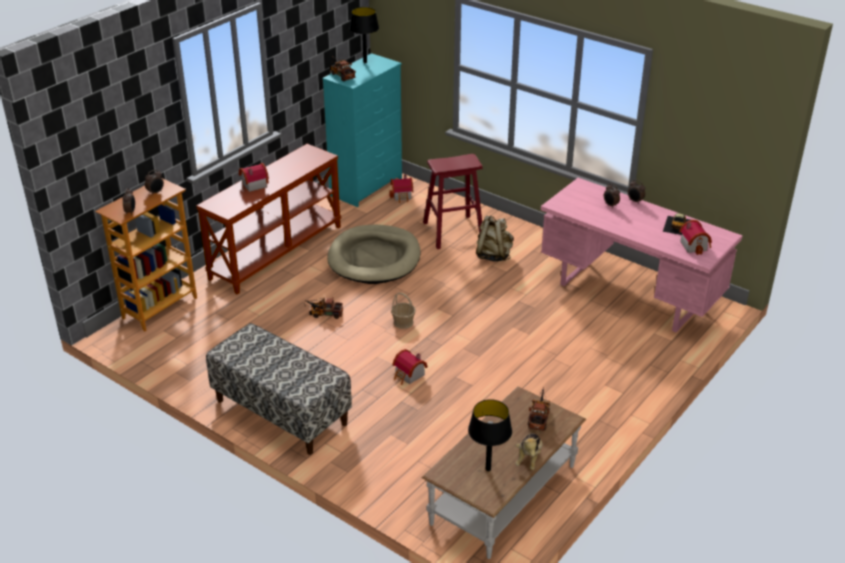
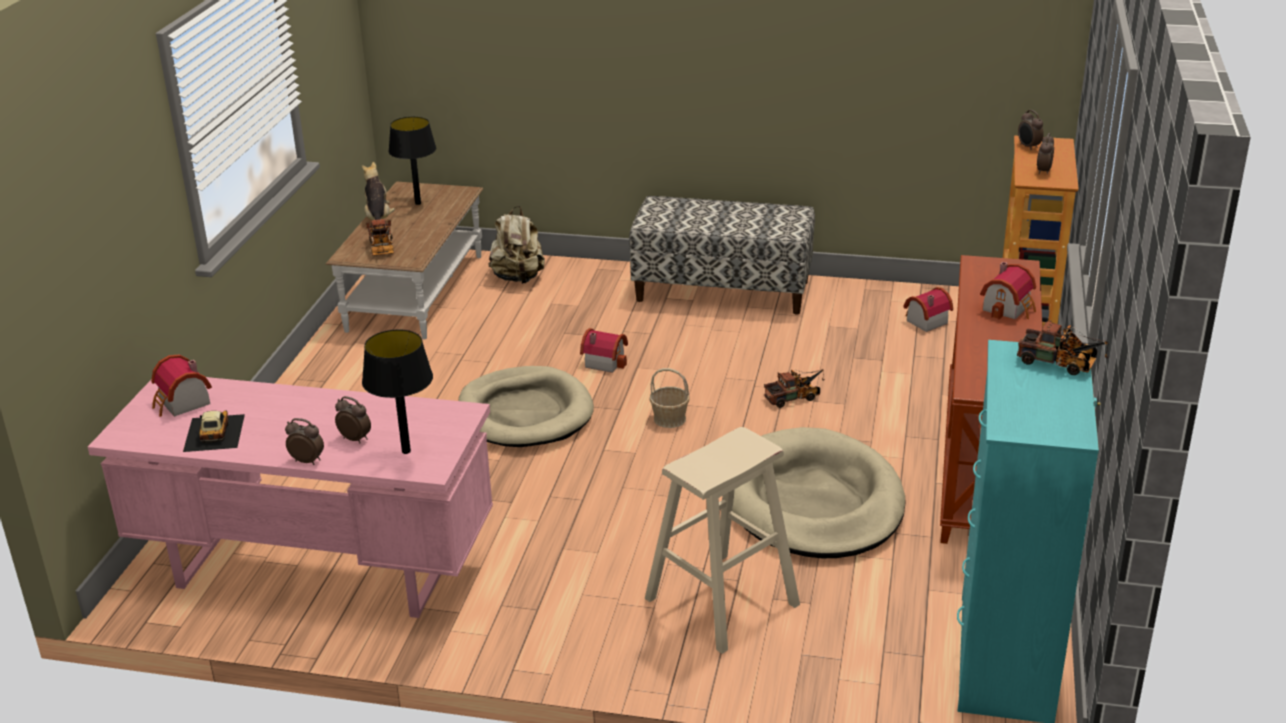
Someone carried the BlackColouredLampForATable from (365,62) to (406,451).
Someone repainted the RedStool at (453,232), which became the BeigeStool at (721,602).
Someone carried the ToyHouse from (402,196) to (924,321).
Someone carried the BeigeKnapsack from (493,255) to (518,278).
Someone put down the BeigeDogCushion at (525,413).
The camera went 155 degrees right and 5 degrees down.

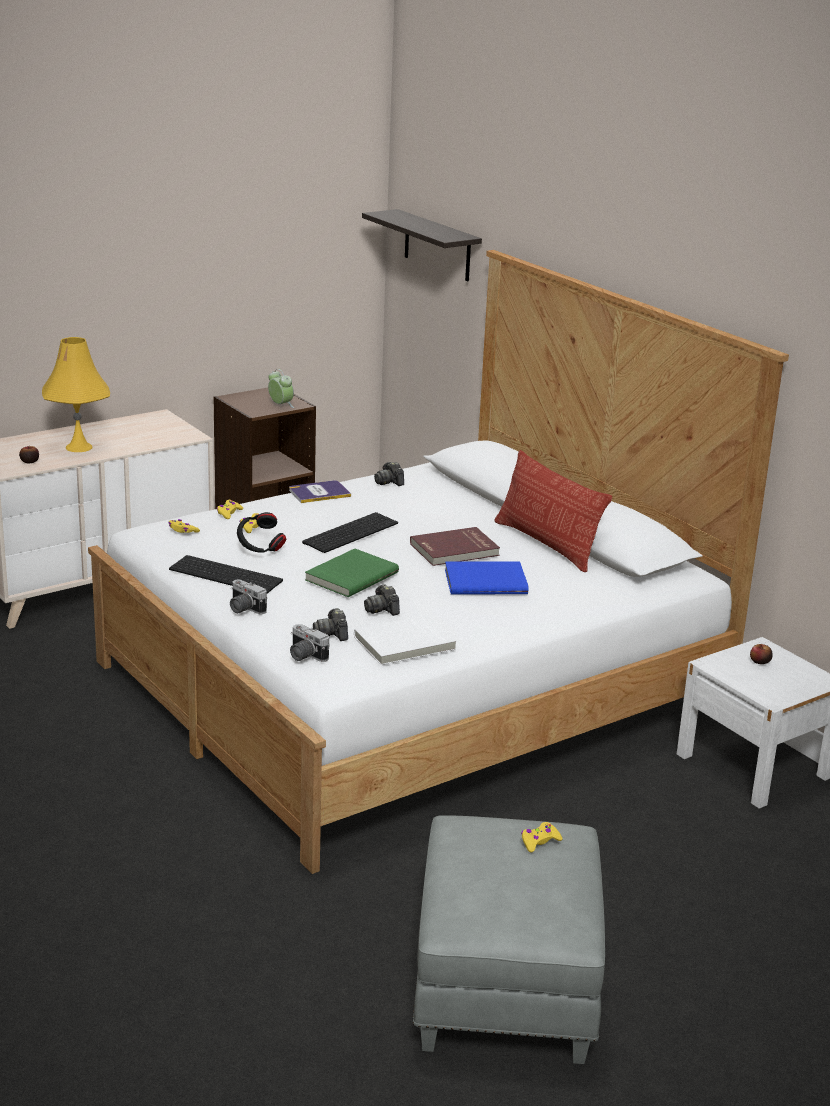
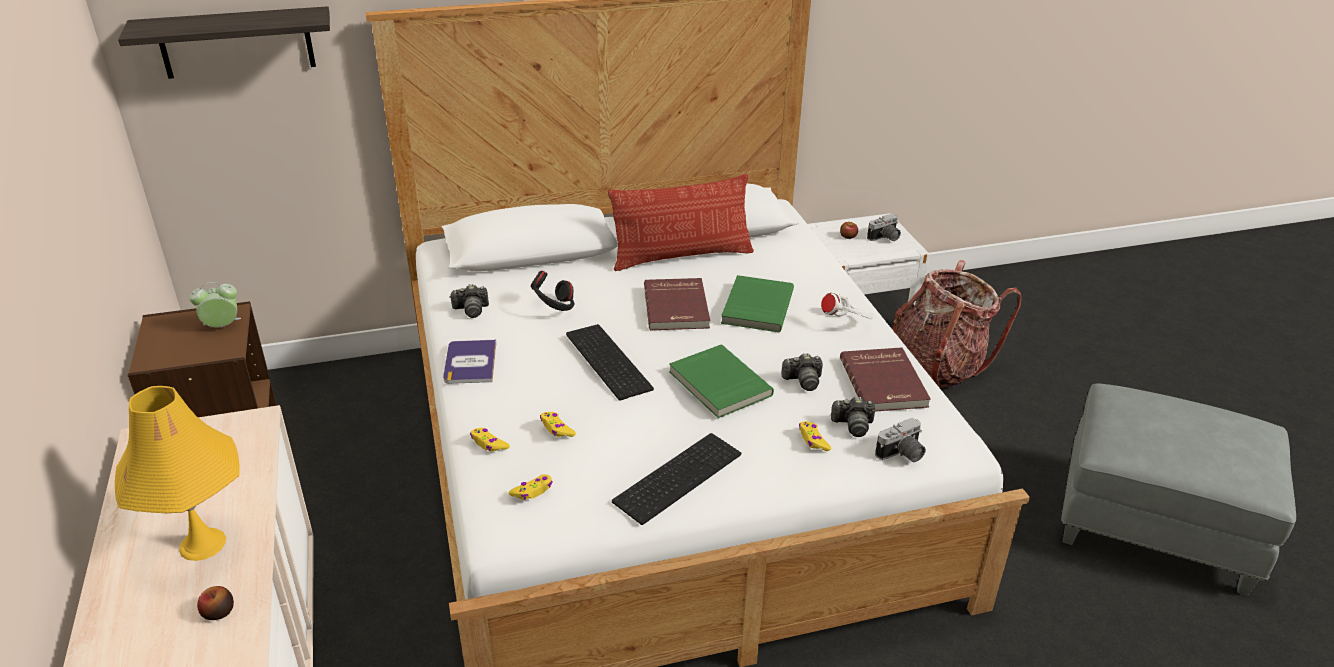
Someone carried the BlackColouredHeadphones from (260,549) to (554,308).
Someone repainted the BlueColouredVolume at (485,581), which became the GreenColouredVolume at (756,306).
Someone carried the PhotoCamera from (243,609) to (885,238).
Someone repainted the WhiteColouredVolume at (405,644), which became the RedVolume at (885,382).
Someone carried the YellowColouredJoypad from (539,841) to (813,440).
Someone put down the Knapsack at (938,364).
Someone put down the WhiteColouredHeadphones at (846,323).
The camera went 70 degrees left and 10 degrees up.

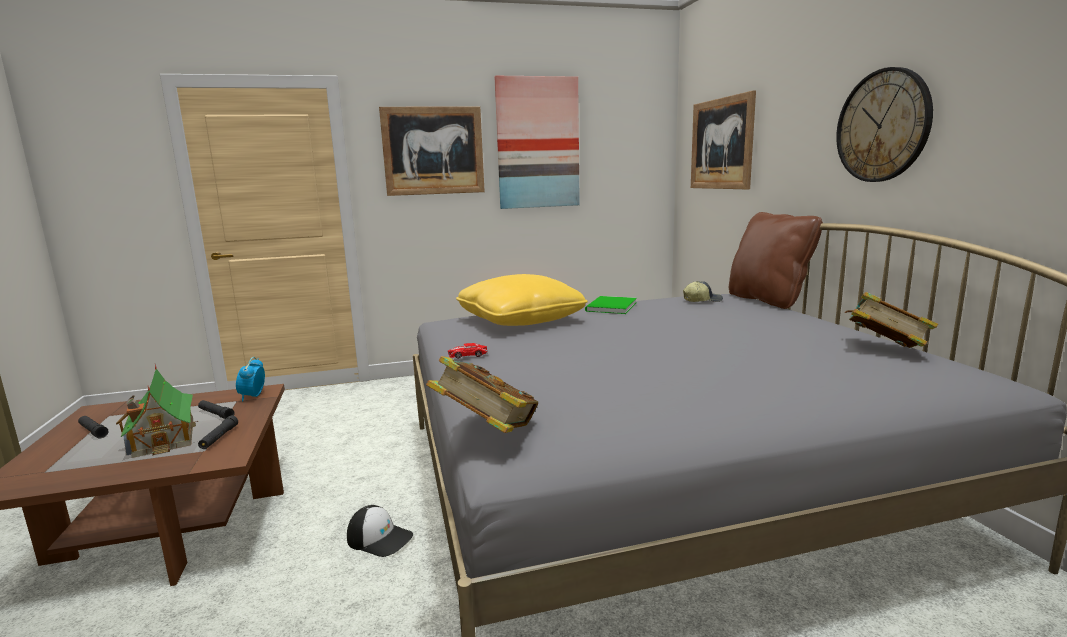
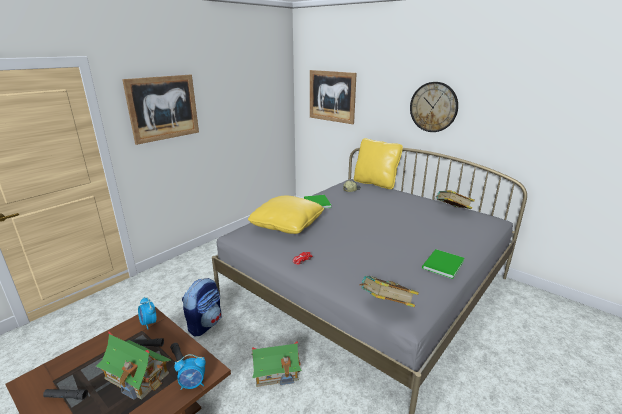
Someone took away the WallArt at (537,143).
Someone repainted the BrownColouredThrowPillow at (768,300), which became the YellowColouredThrowPillow at (375,183).
Someone swapped the BaseballCap at (380,538) for the ToyHouse at (276,372).
Someone put down the GreenColouredVolume at (441,265).
Someone put down the Knapsack at (205,324).
Someone put down the BedsideClock at (193,384).
The camera went 35 degrees left and 10 degrees up.

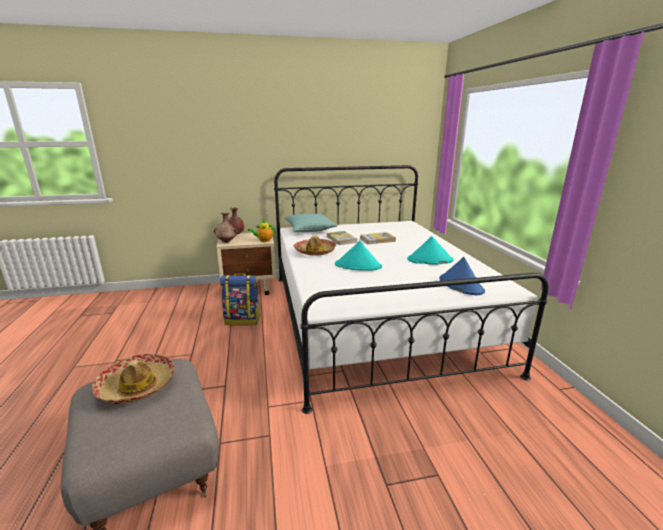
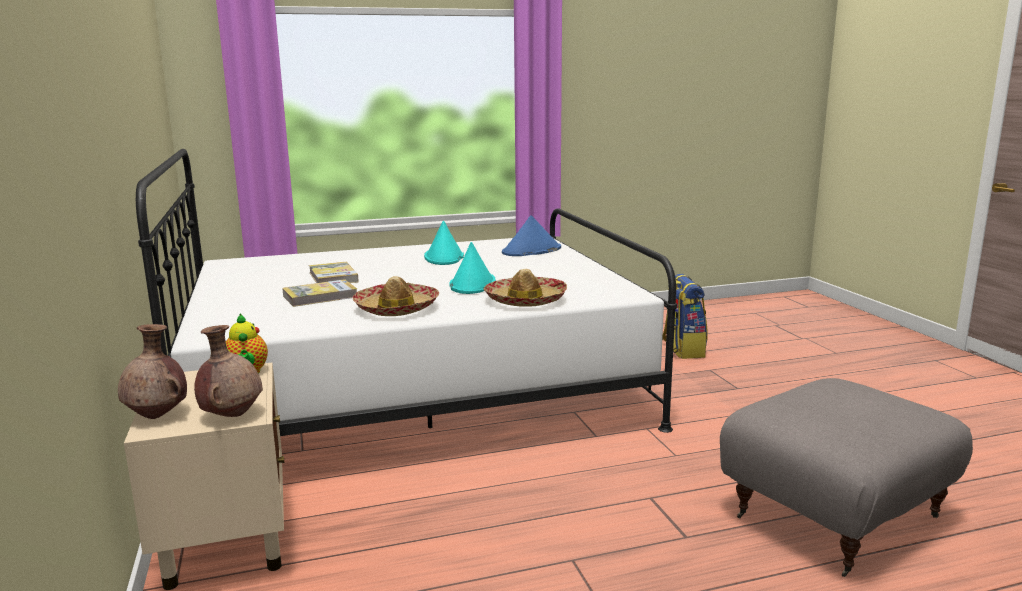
Someone took away the TurquoiseThrowPillow at (310,230).
Someone carried the Knapsack from (243,320) to (682,350).
Someone carried the ClothingHat from (137,386) to (525,300).
The camera went 95 degrees left and 5 degrees down.

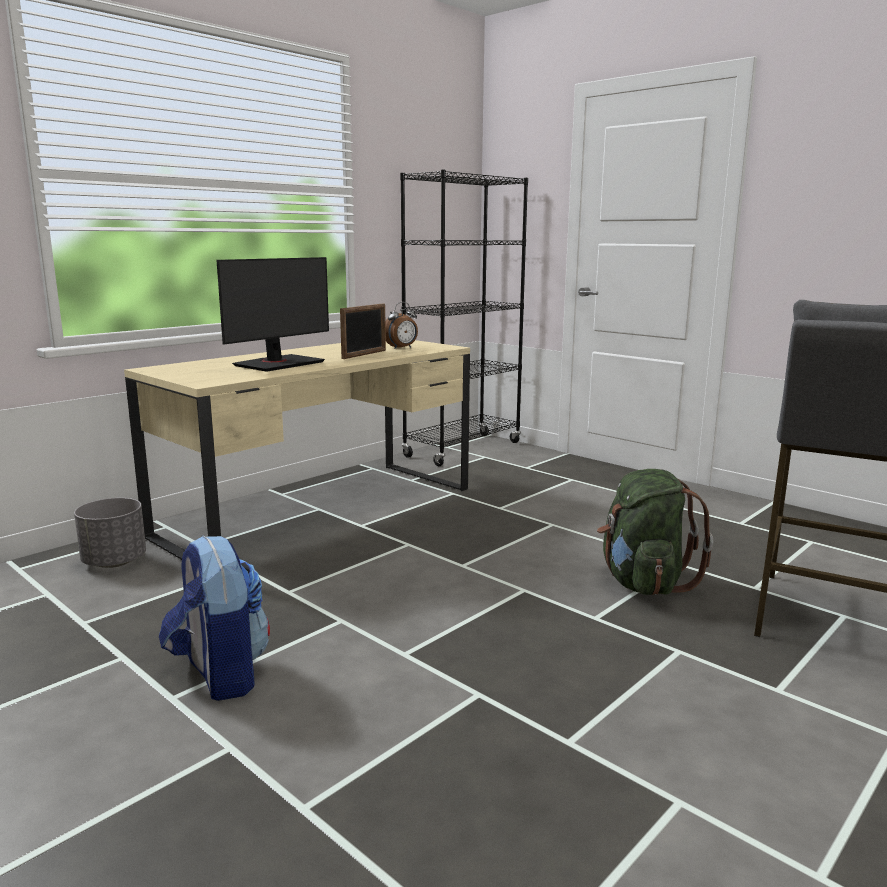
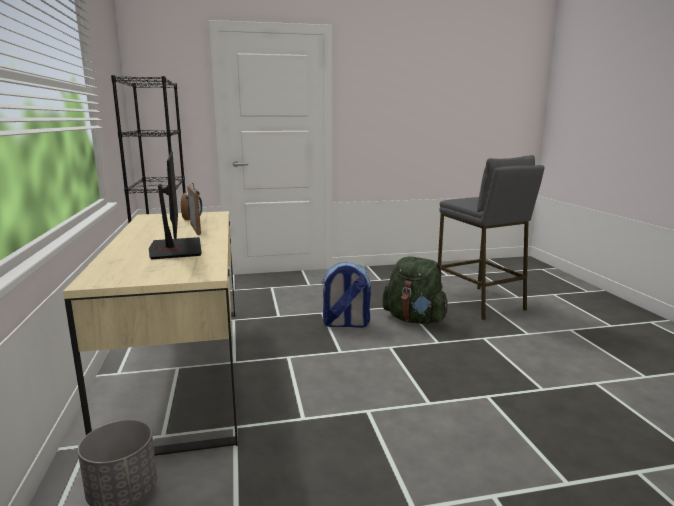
Someone carried the Knapsack from (219,674) to (345,324).
The camera went 55 degrees left and 0 degrees up.

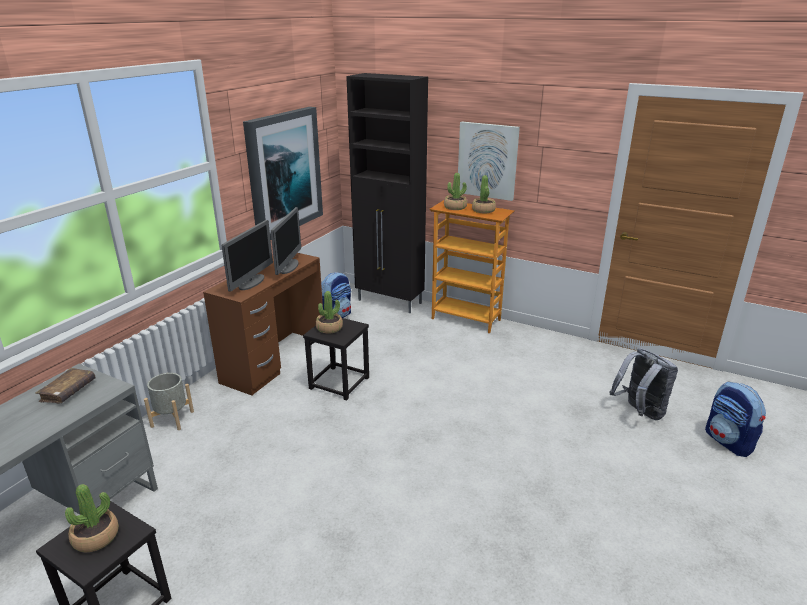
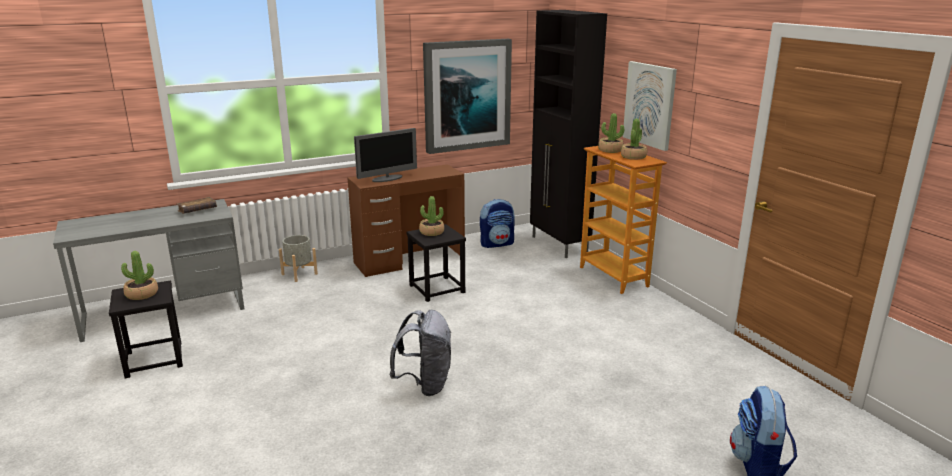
Someone took away the Monitor at (289,266).
Someone carried the GrayKnapsack from (639,412) to (425,384).
The camera went 35 degrees right and 5 degrees down.

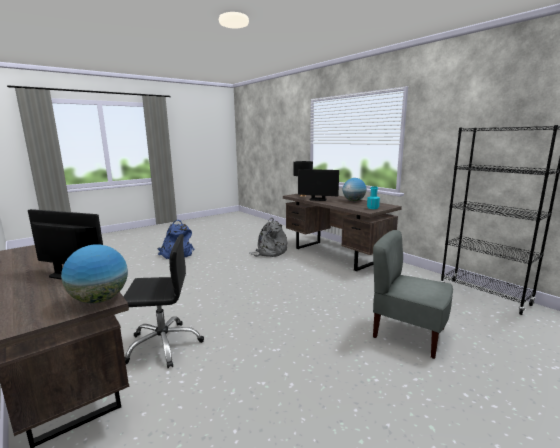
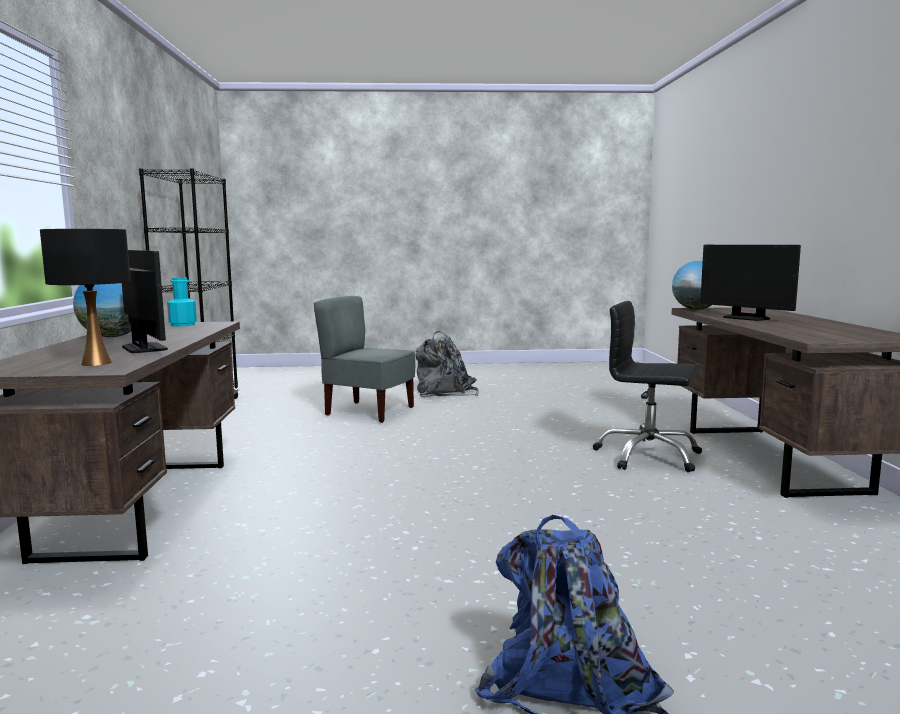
Someone carried the GrayKnapsack from (269,252) to (445,392).
Someone rotated the GrayChair at (408,334) by 135 degrees clockwise.
The camera went 145 degrees left and 5 degrees down.

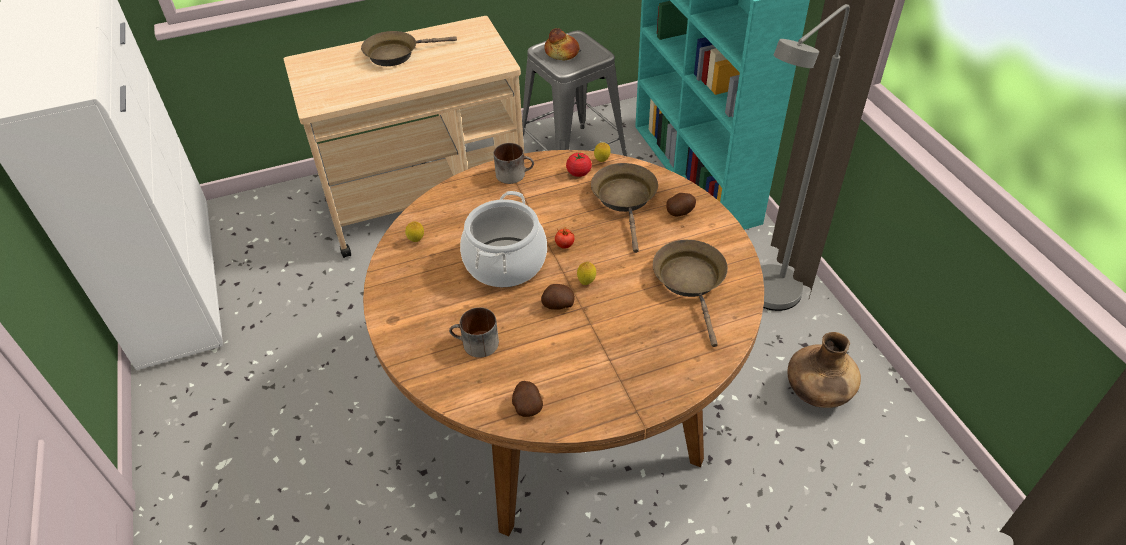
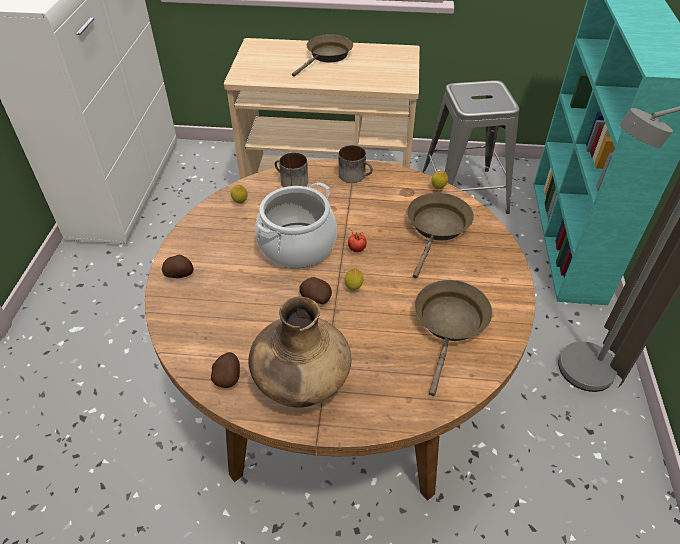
Someone took away the BakeryBread at (562,52).
Someone rotated the BrownColouredSkillet at (396,54) by 120 degrees clockwise.
Someone took away the Tomato at (578,173).
Someone carried the WholePotato from (680,212) to (180,274).
Someone carried the TeaMug from (475,344) to (290,182).
Someone carried the BrownColouredFlowerVase from (817,392) to (301,383).
The camera went 25 degrees right and 0 degrees up.

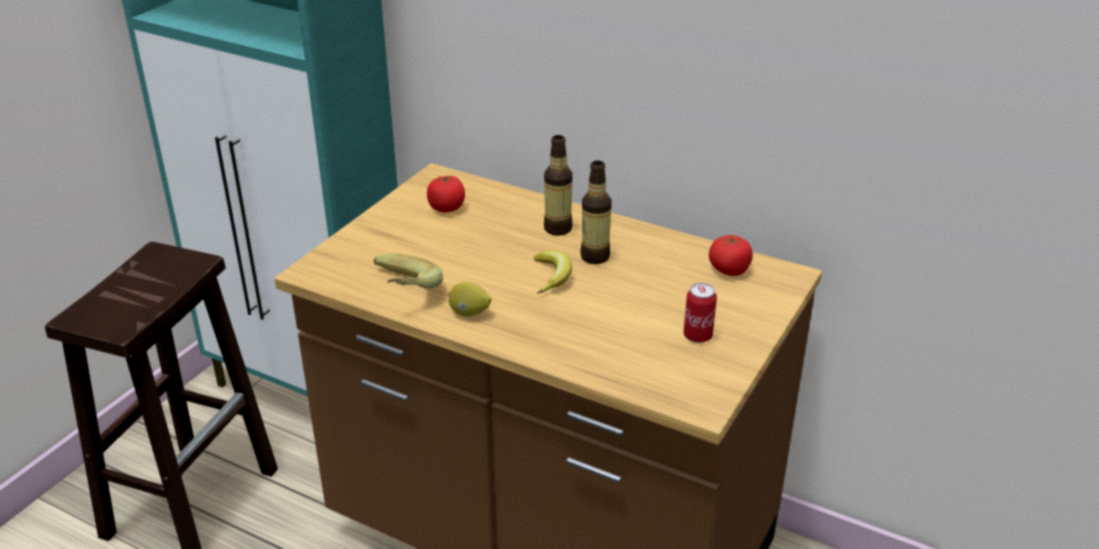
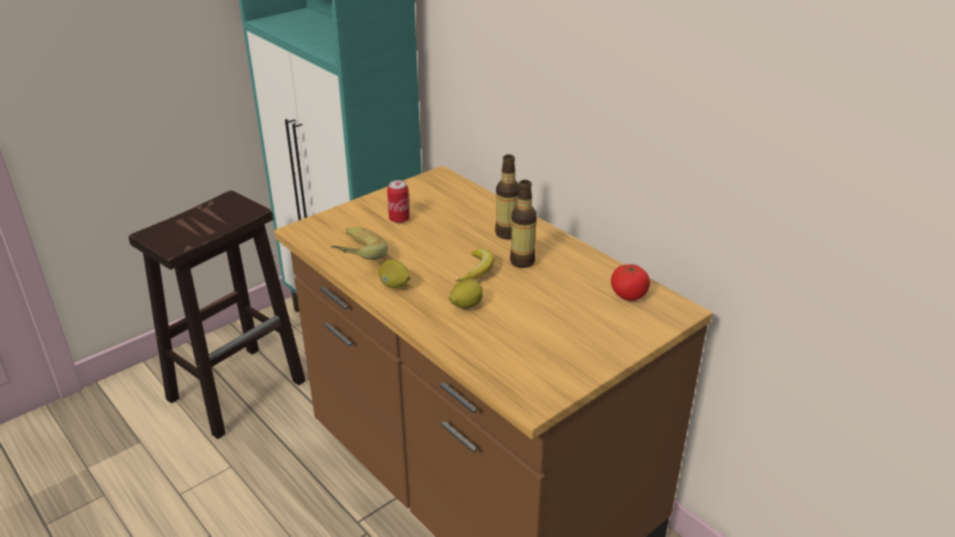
Someone took away the Tomato at (447,208).
Someone carried the MetalCan from (698,336) to (399,219).
Someone put down the WholeLemon at (466,306).
The camera went 20 degrees right and 0 degrees up.

